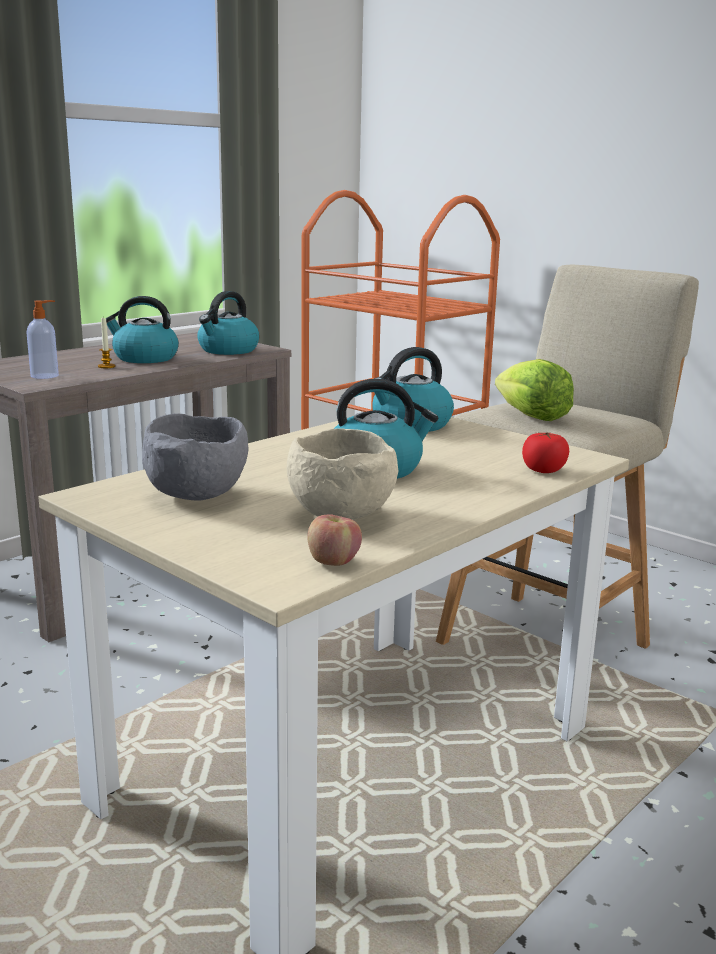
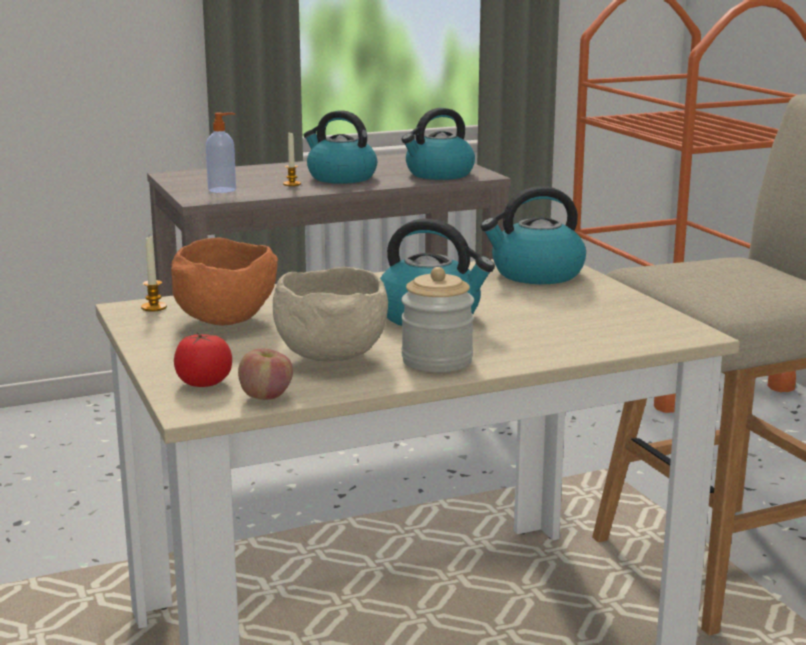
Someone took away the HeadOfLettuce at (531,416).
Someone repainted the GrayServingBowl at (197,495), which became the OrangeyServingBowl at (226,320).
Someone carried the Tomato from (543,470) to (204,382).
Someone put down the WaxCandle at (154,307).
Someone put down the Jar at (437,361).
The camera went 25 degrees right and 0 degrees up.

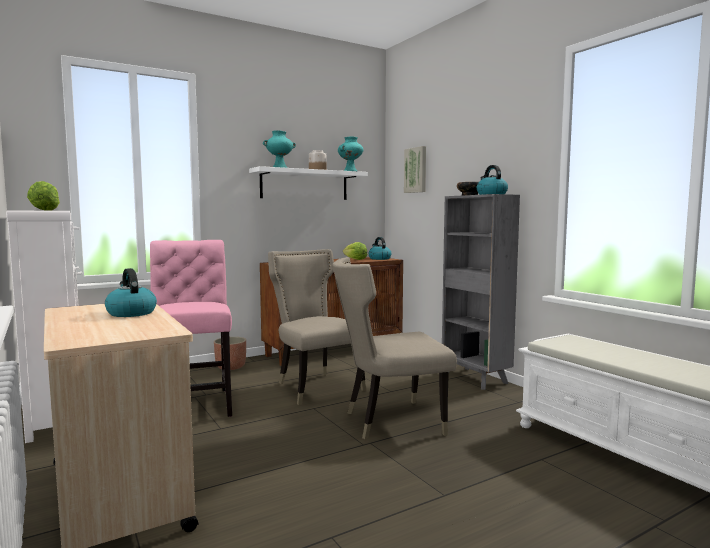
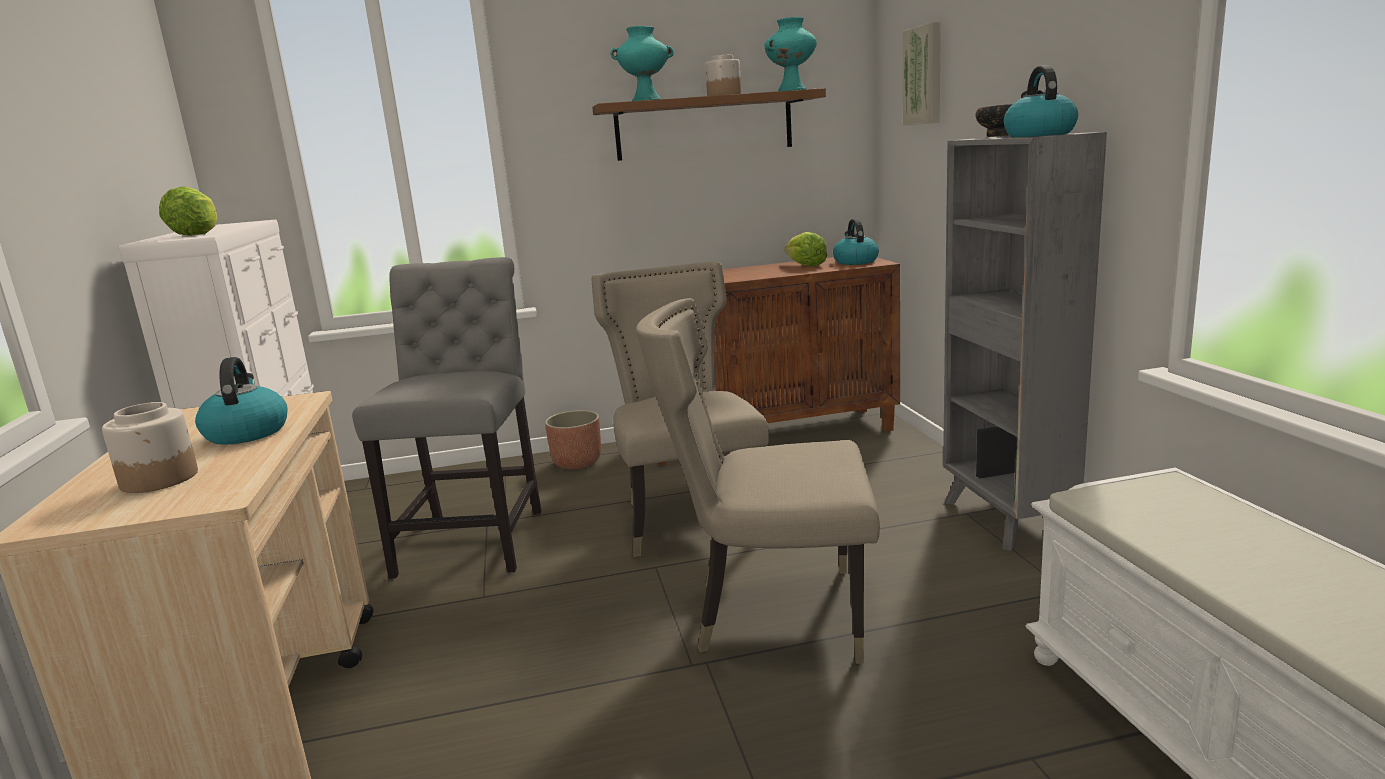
Someone repainted the WhiteColouredBracketShelf at (304,185), which became the BrownColouredBracketShelf at (704,126).
Someone repainted the PinkChair at (193,404), which became the GrayChair at (475,539).
Someone put down the Jar at (160,479).
The camera went 20 degrees right and 10 degrees up.

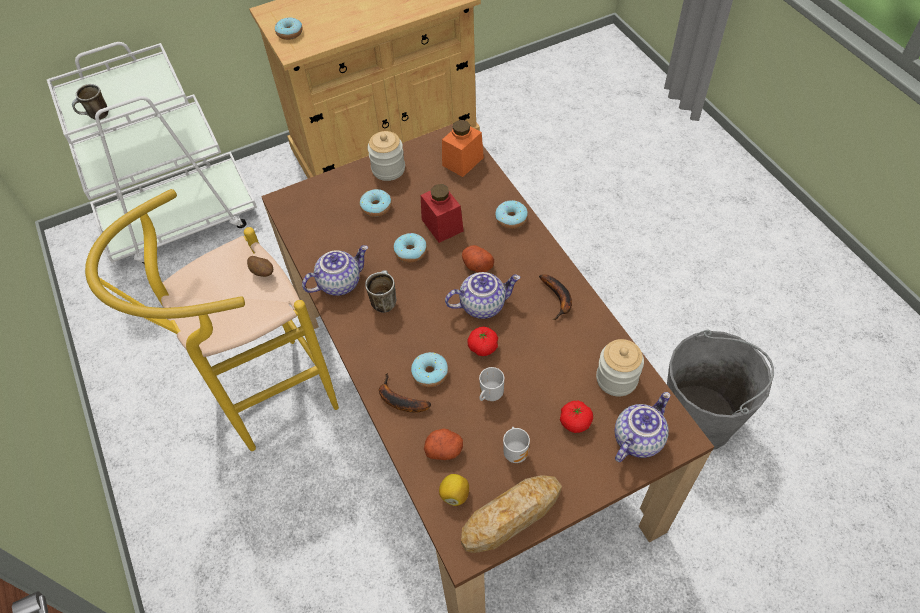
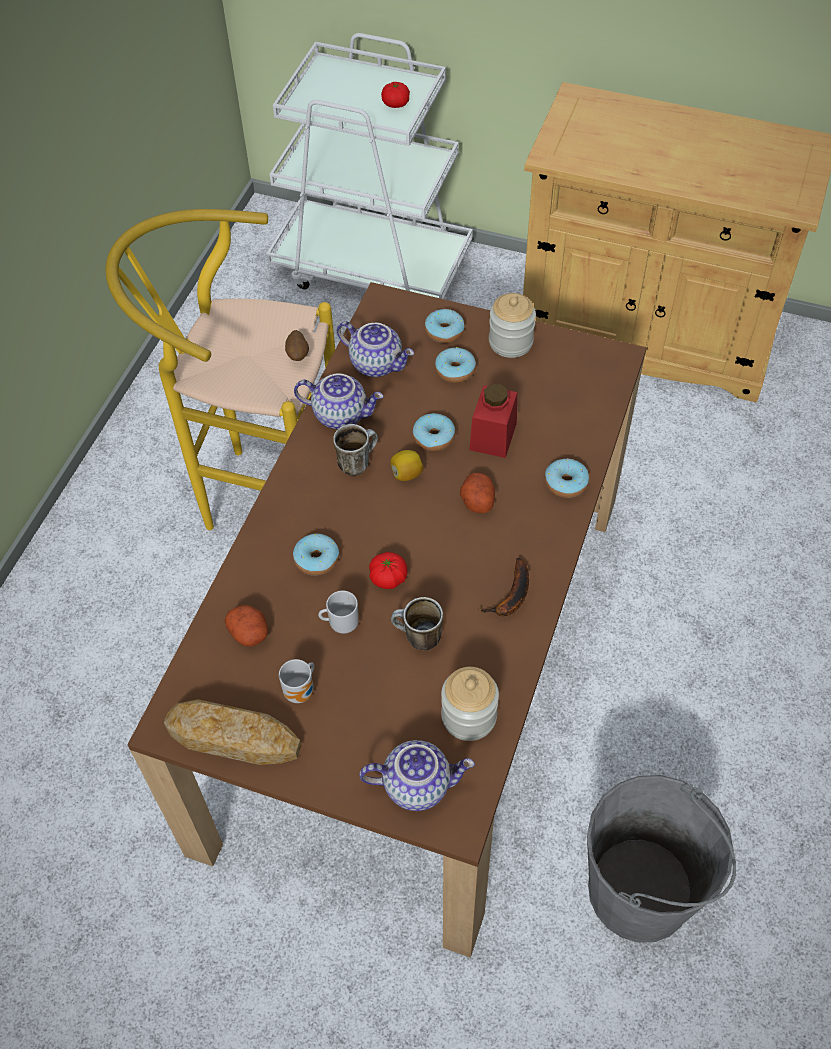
Someone carried the Donut from (289,33) to (444,331).
Someone carried the TeaMug from (96,116) to (417,638).
Someone took away the OrangeyJar at (462,161).
Someone carried the PotForTea from (482,304) to (377,363).
Someone took away the Banana at (399,400).
Someone carried the Tomato from (575,422) to (395,104).
Someone carried the WholeLemon from (454,494) to (406,474).
The camera went 45 degrees right and 0 degrees up.

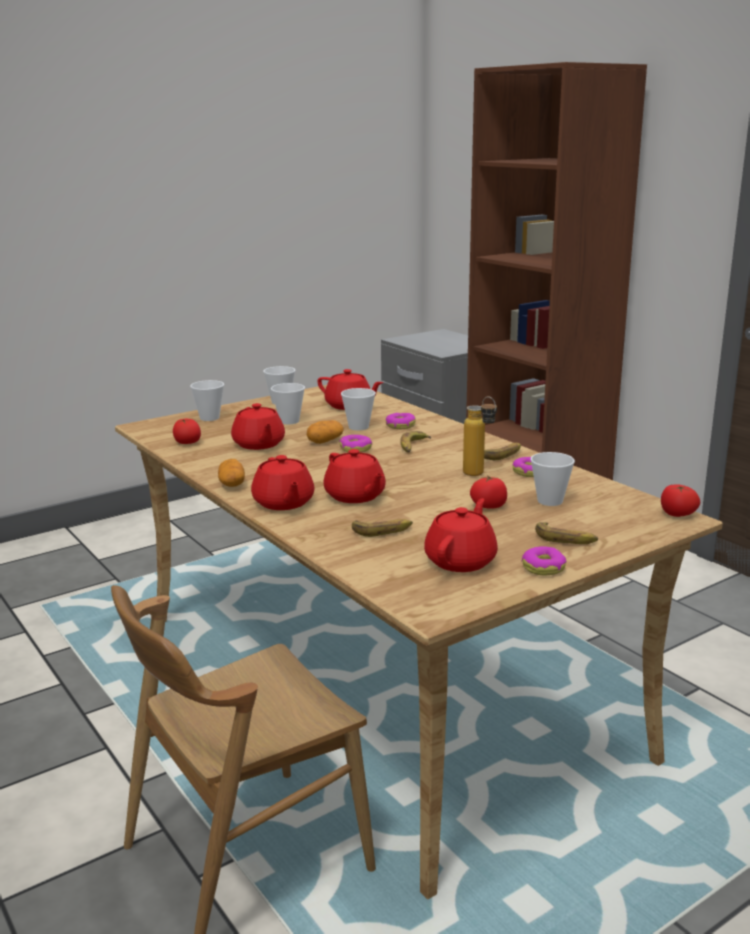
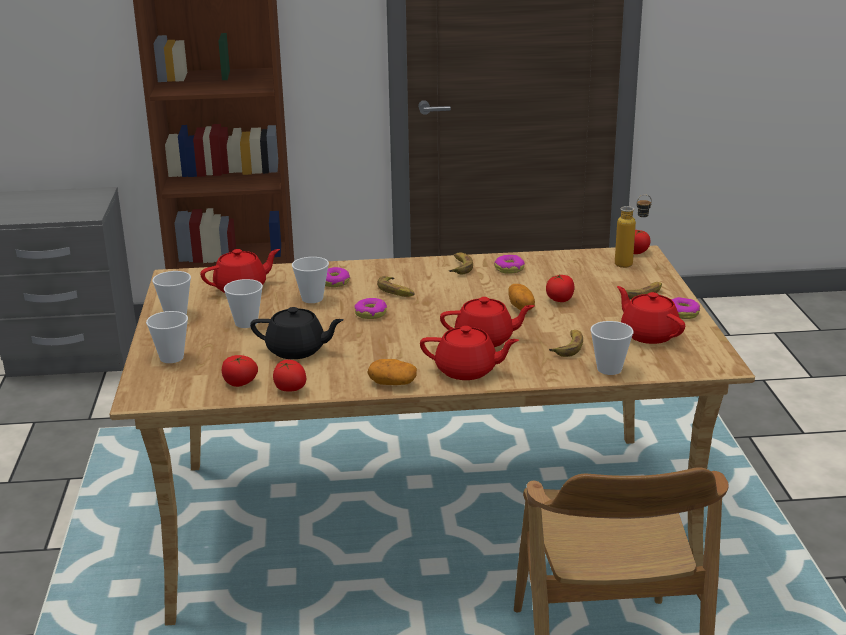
Someone carried the Bottle from (479,475) to (630,264).
Someone repainted the RedPotForTea at (258,444), which became the BlackColouredPotForTea at (297,350).
Someone carried the WholePotato from (325,441) to (521,307).
Someone carried the DrinkingCup from (550,501) to (609,369).
Someone put down the Tomato at (290,389).
The camera went 60 degrees left and 5 degrees up.

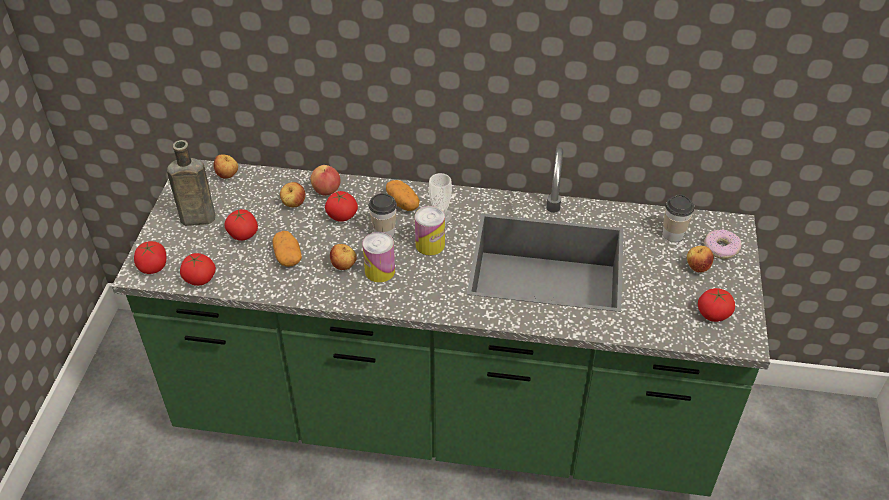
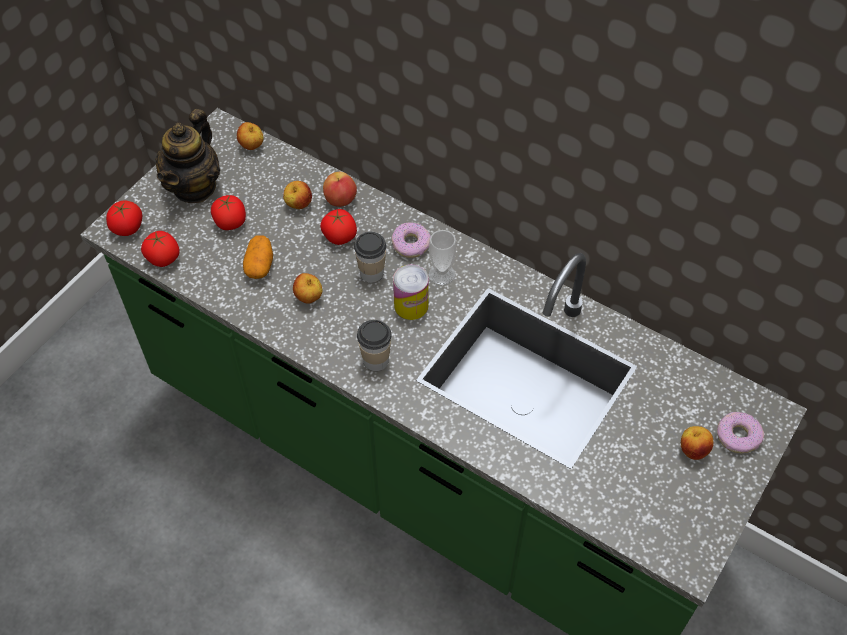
Someone swapped the BrownColouredBottle at (195,219) for the PotForTea at (194,186).
Someone swapped the WholePotato at (403,203) for the Donut at (411,244).
Someone carried the DrinkingCup from (673,234) to (375,360).
Someone took away the MetalCan at (380,271).
Someone took away the Tomato at (713,314).
The camera went 25 degrees right and 10 degrees up.

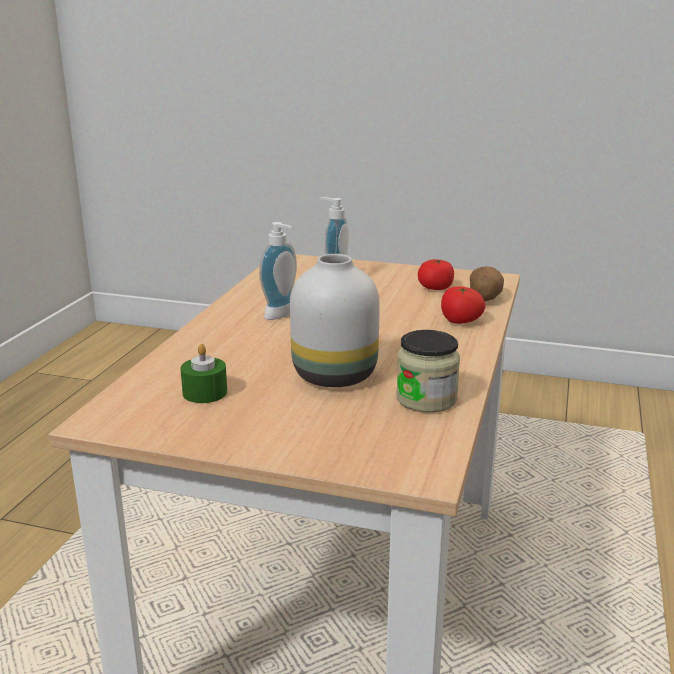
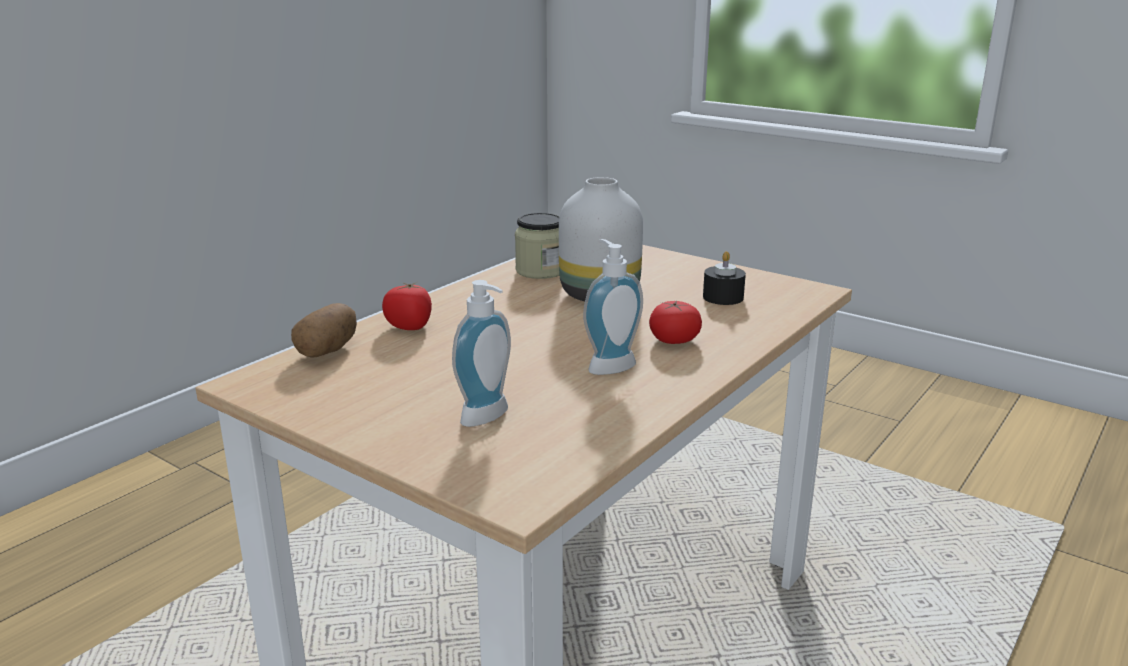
Someone carried the Tomato from (435,287) to (674,340).
Someone repainted the GreenColouredWaxCandle at (205,392), which became the BlackColouredWaxCandle at (723,297).
The camera went 160 degrees left and 0 degrees up.

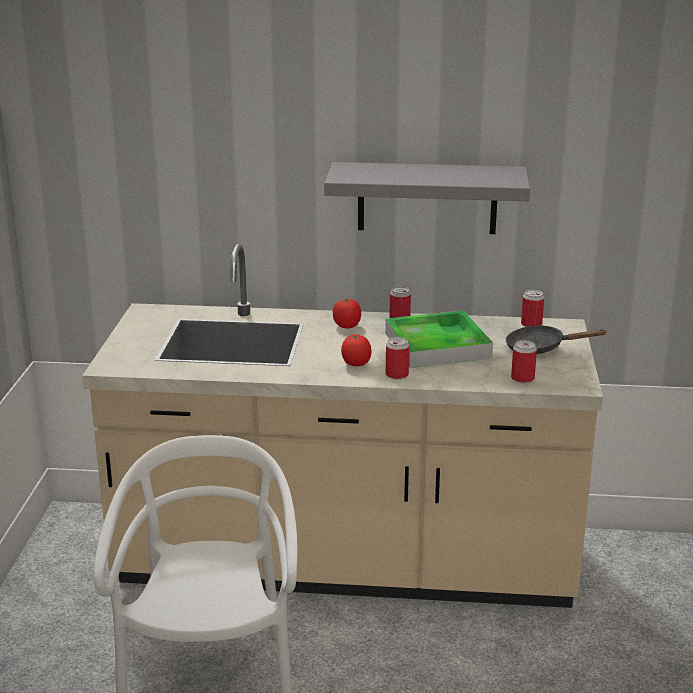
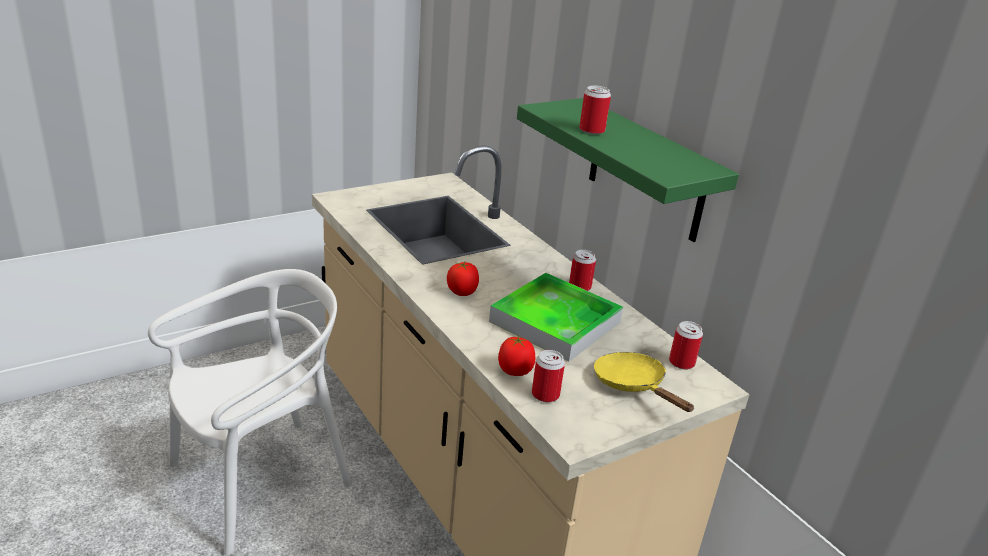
Someone repainted the GrayBracketShelf at (427,198), which became the GreenColouredBracketShelf at (646,170).
Someone carried the Tomato from (347,326) to (515,371).
Someone repainted the BlackColouredSkillet at (540,348), which became the YellowColouredSkillet at (633,385).
Someone carried the MetalCan from (397,375) to (592,130).
The camera went 50 degrees right and 5 degrees up.

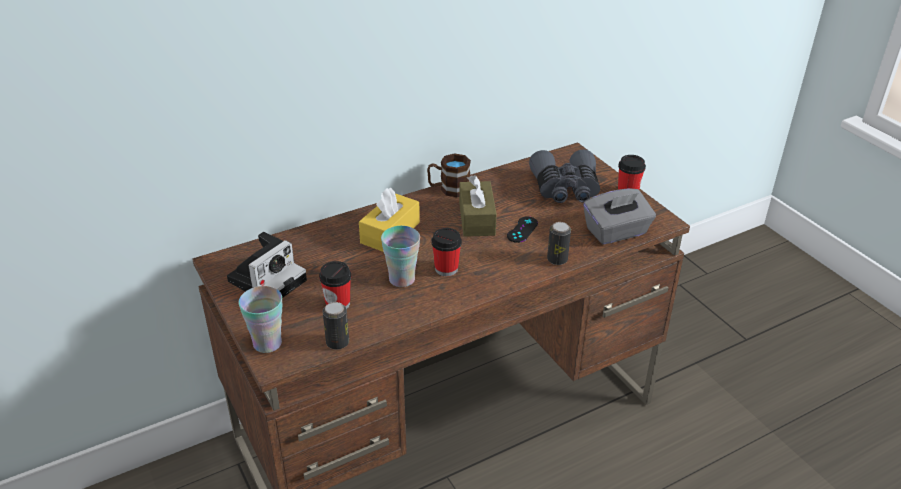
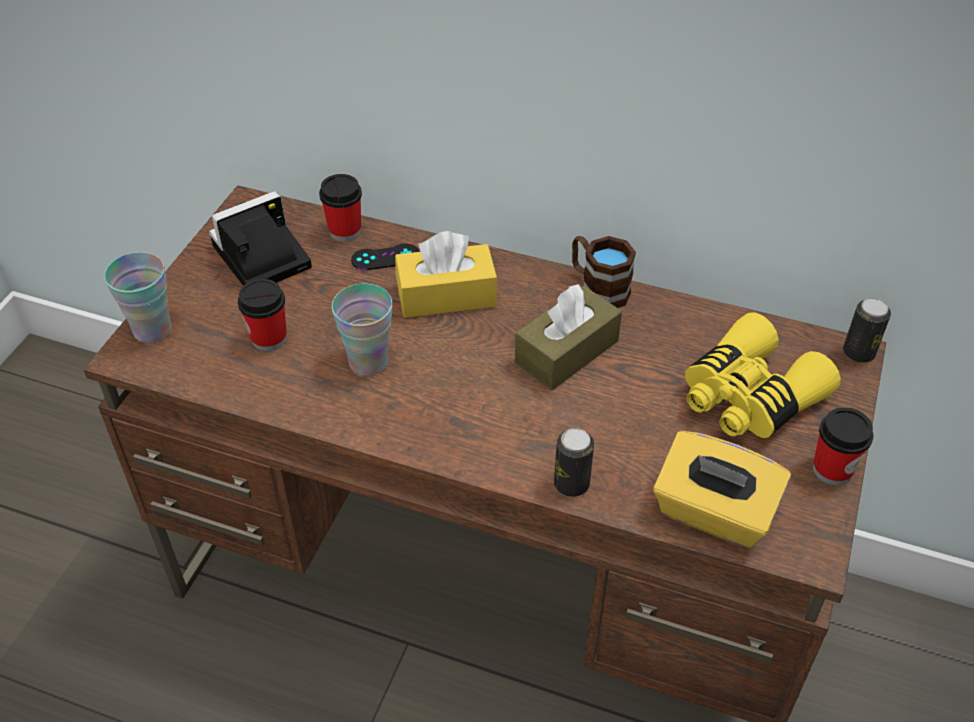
Someone repainted the GrayPairOfBinoculars at (565,189), which became the YellowColouredPairOfBinoculars at (748,397).
Someone repainted the GrayTissueBox at (616,232), which became the YellowColouredTissueBox at (713,513).
Someone carried the BlackColouredJoypad from (522,230) to (385,257).
Someone carried the DrinkingCup from (446,269) to (345,231).
Someone rotated the PhotoCamera at (268,279) by 150 degrees clockwise.
Someone carried the MetalCan from (337,342) to (858,352).
The camera went 50 degrees right and 10 degrees up.

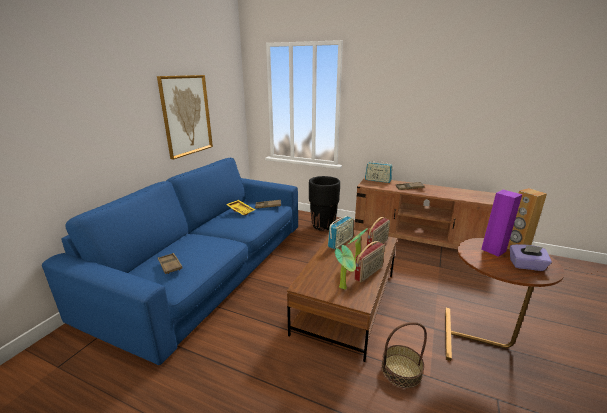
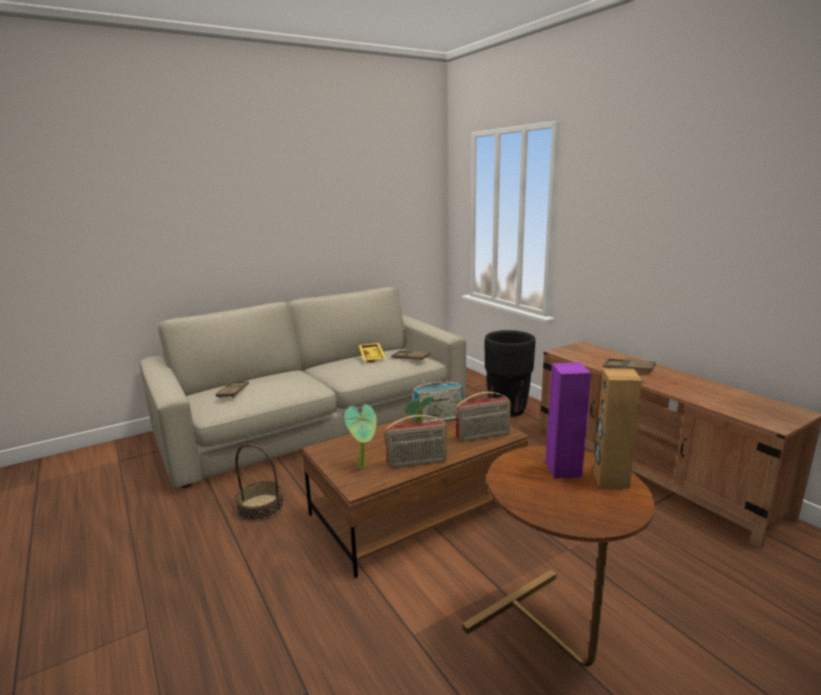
Someone took away the WallArt at (186,115).
Someone repainted the BlueColouredSettee at (209,267), which became the BeigeSettee at (316,419).
Someone took away the Radio at (377,180).
Someone took away the PurpleTissueBox at (526,266).
Someone carried the HouseholdBasket from (401,370) to (260,507).
The camera went 35 degrees right and 5 degrees down.

